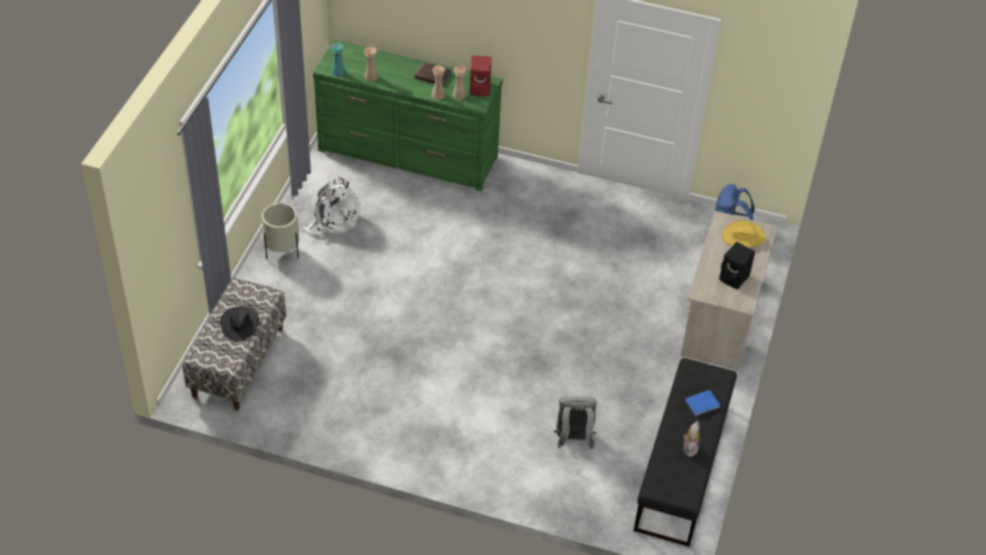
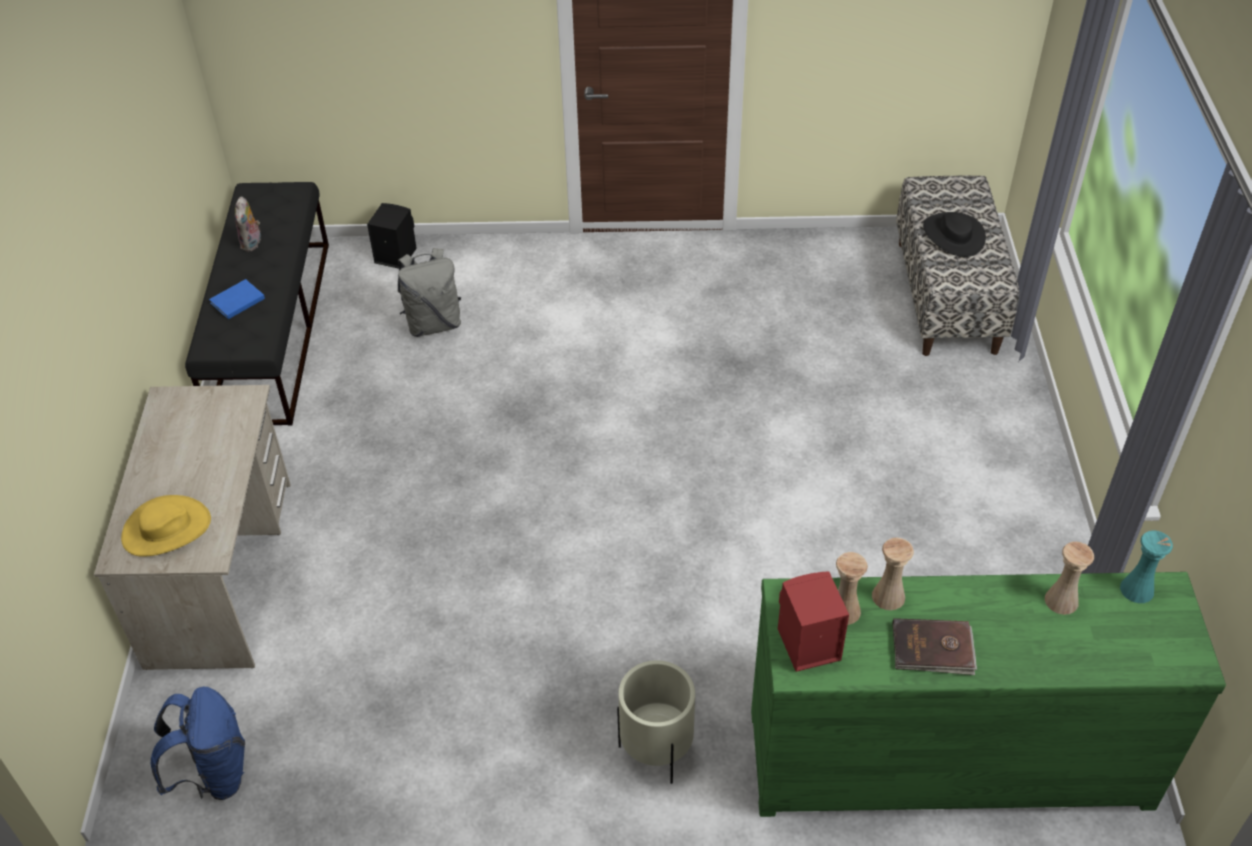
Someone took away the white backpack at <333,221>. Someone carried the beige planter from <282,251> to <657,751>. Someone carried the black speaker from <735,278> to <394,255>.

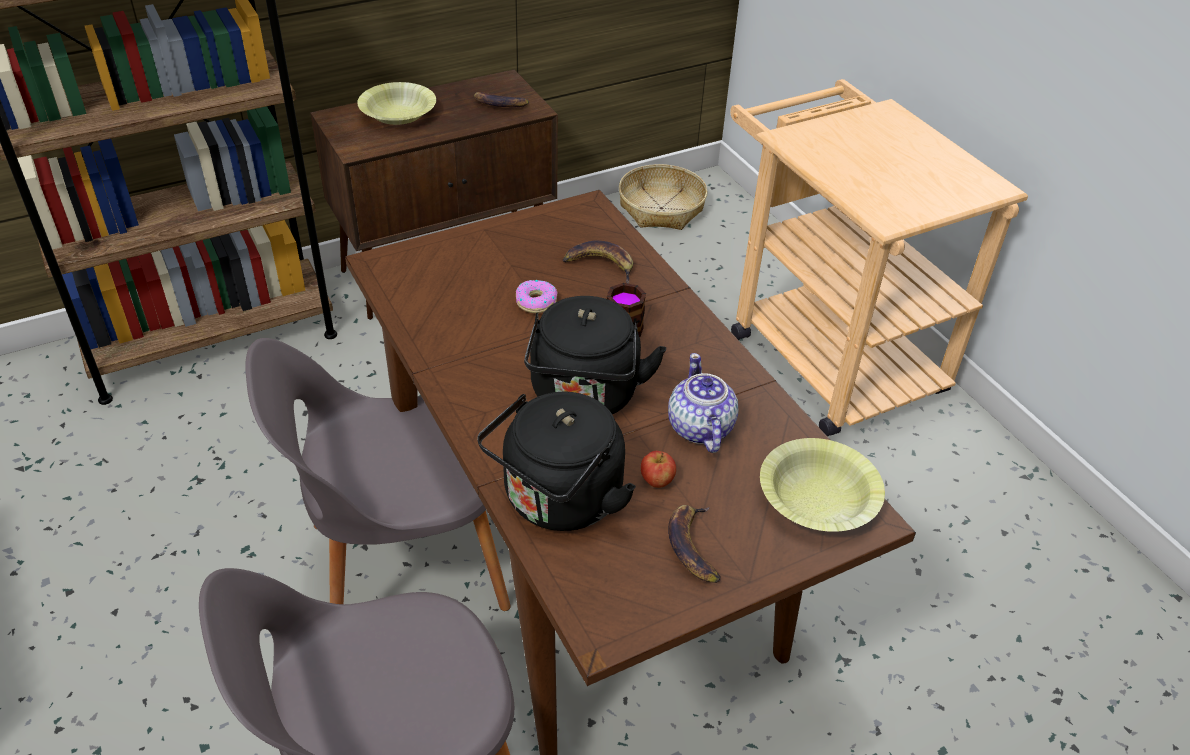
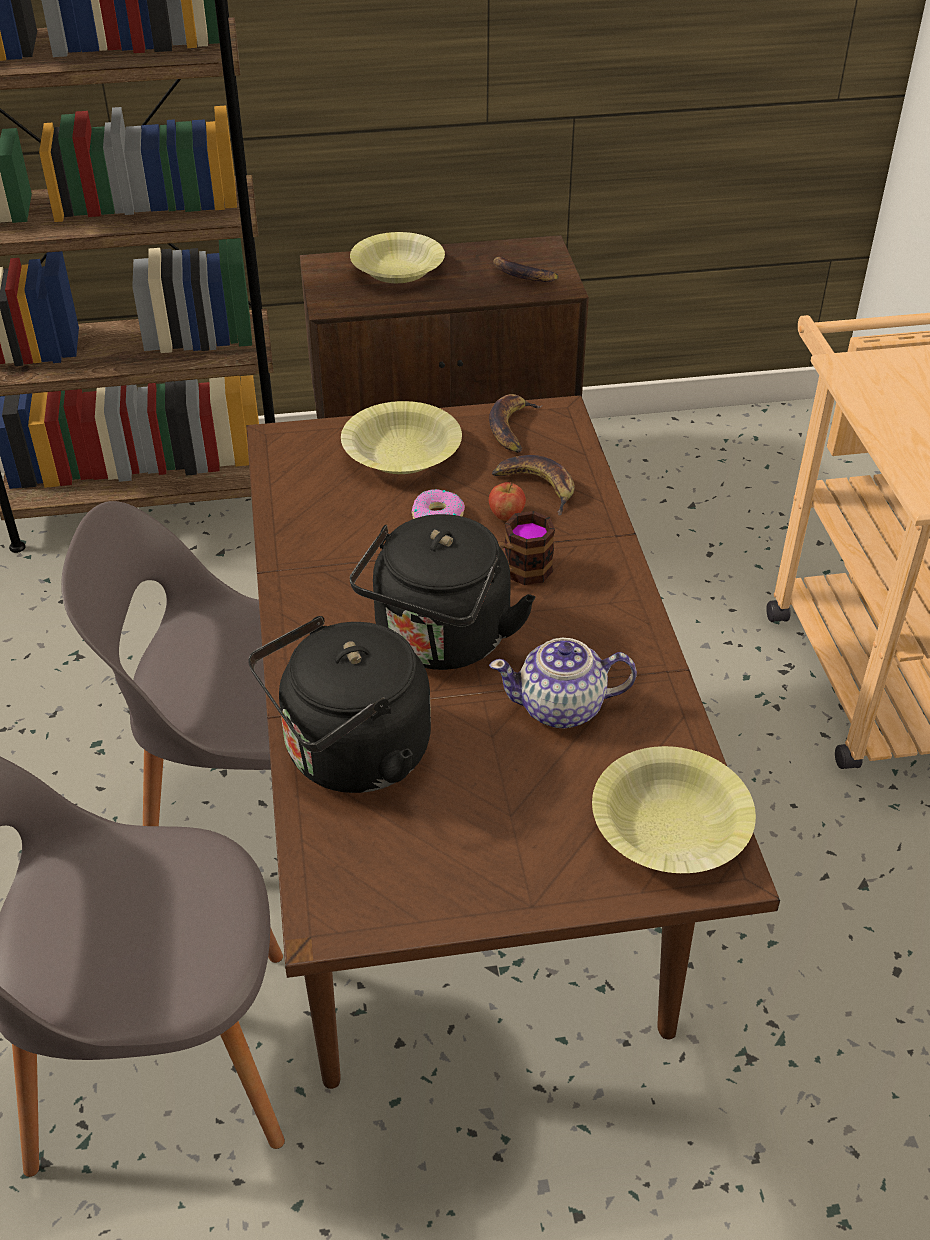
Someone took away the basket at <661,208>. Someone rotated the teapot at <699,428> by 105 degrees counterclockwise. Someone carried the apple from <656,481> to <506,515>. Someone carried the banana from <692,546> to <512,428>. Someone put down the yellow bowl at <401,454>.

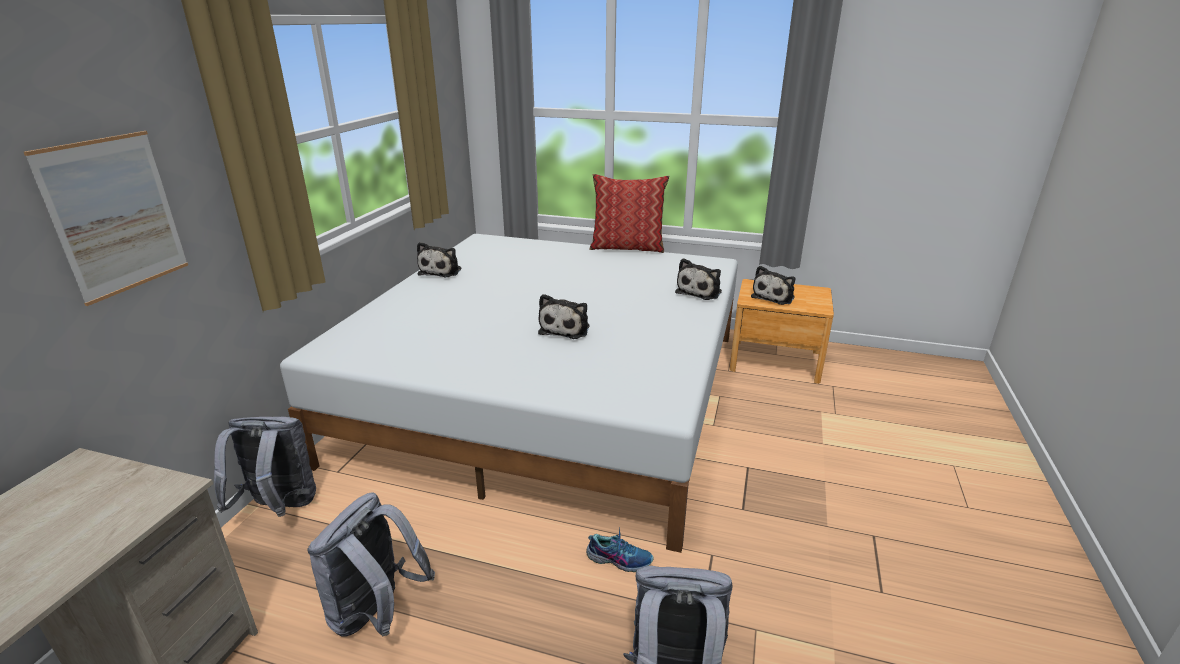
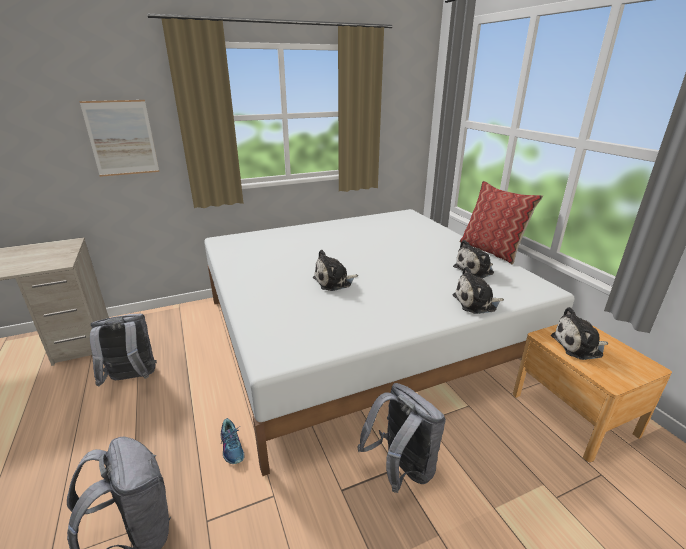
Someone carried the plush toy from <441,271> to <475,270>. Someone carried the grey backpack from <279,508> to <401,469>.

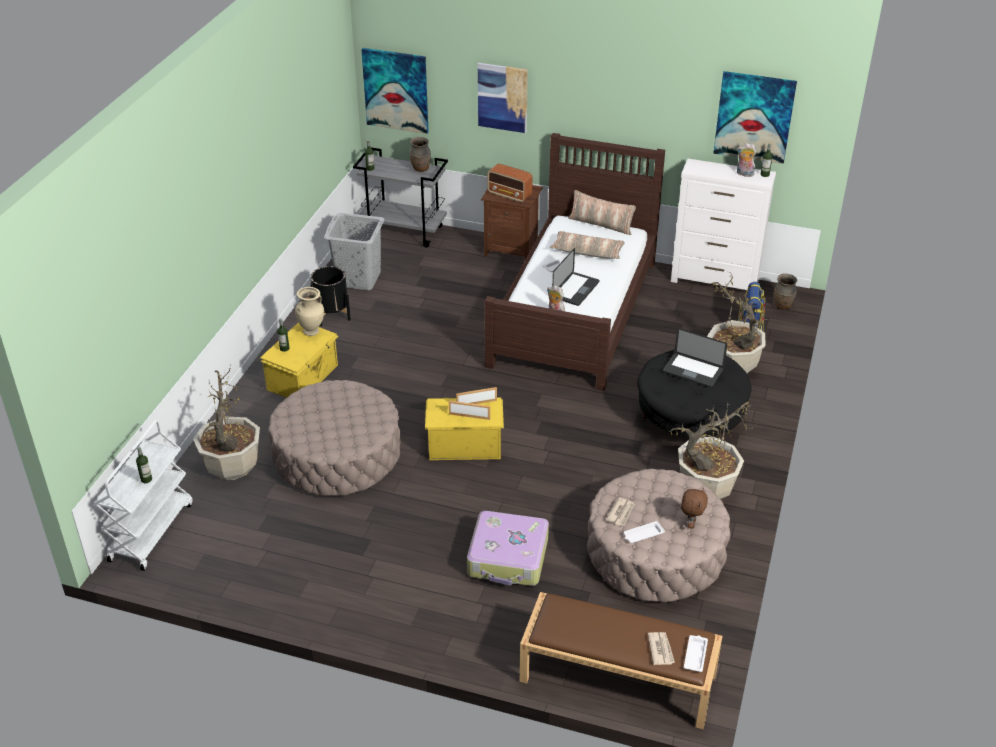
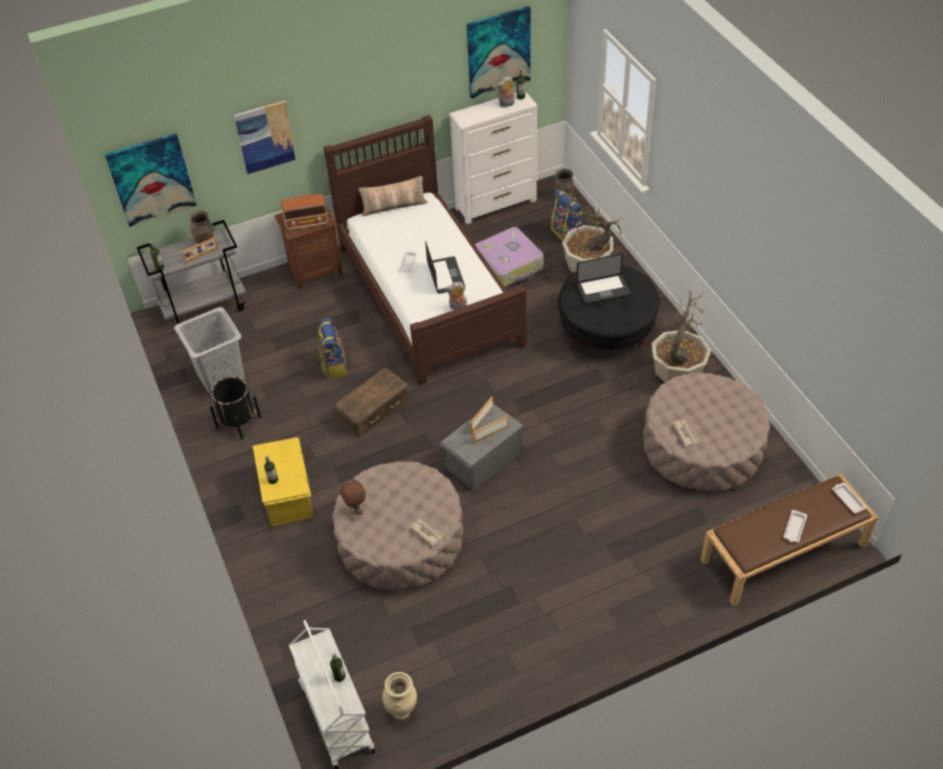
Someone took away the pillow at <587,251>. Someone carried the beige vase from <311,332> to <402,711>. Someone took away the potted plant at <232,466>. Someone repainted the yellow storage box at <464,444>, which became the grey storage box at <482,459>. Someone carried the brown plush toy from <691,524> to <355,509>. Someone carried the suitcase from <508,558> to <508,265>. Someone carried the white tray from <643,534> to <794,528>. Someone carried the newspaper from <660,649> to <426,532>. Someone put down the picture frame at <201,255>. Someone put down the backpack at <333,365>. Someone put down the brown storage box at <373,409>.

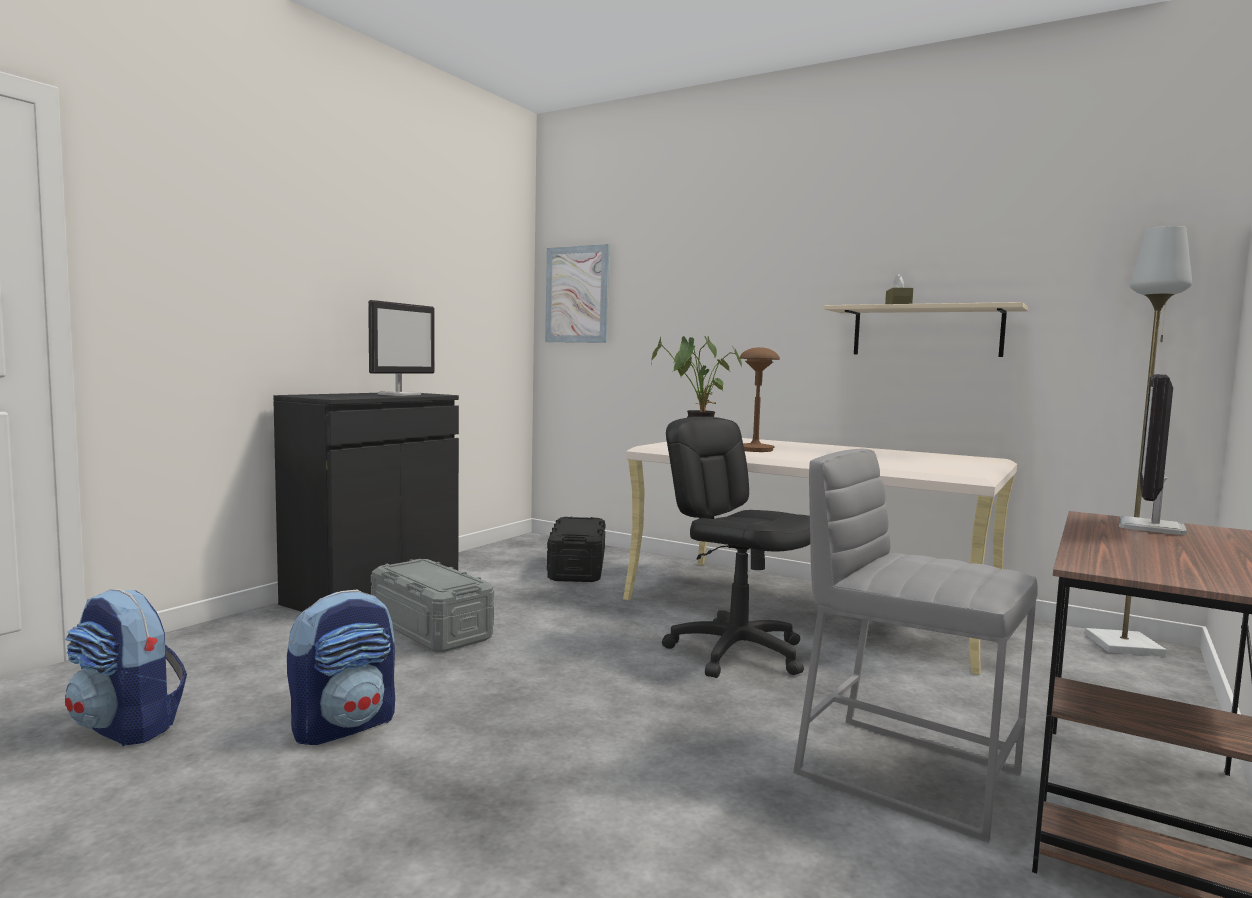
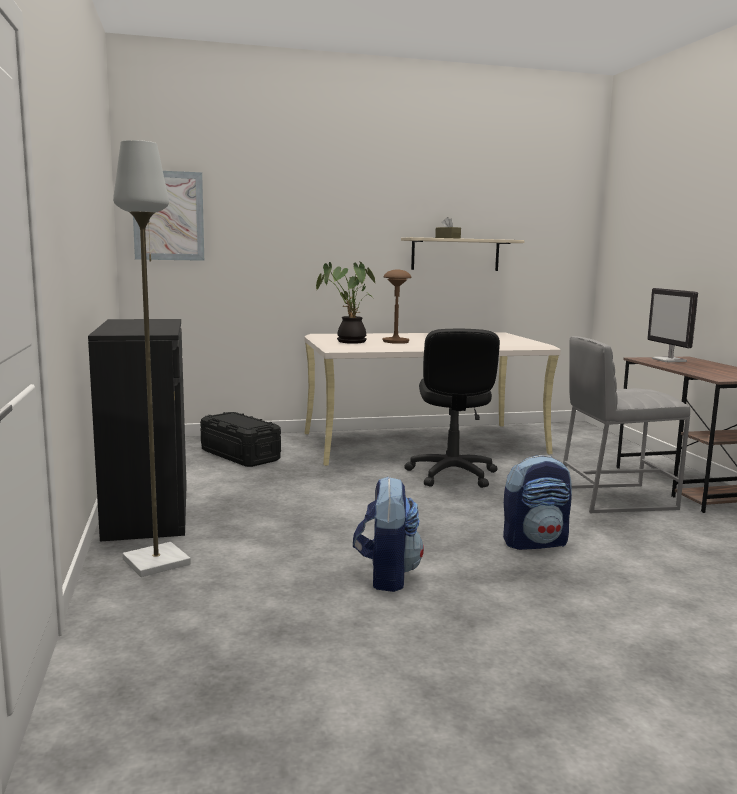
Someone carried the grey floor lamp from <1124,644> to <156,561>. Someone took away the monitor at <400,395>. Someone rotated the black office chair at <737,652> by 90 degrees counterclockwise. Someone took away the grey storage box at <431,628>. Someone carried the backpack from <127,727> to <535,542>.

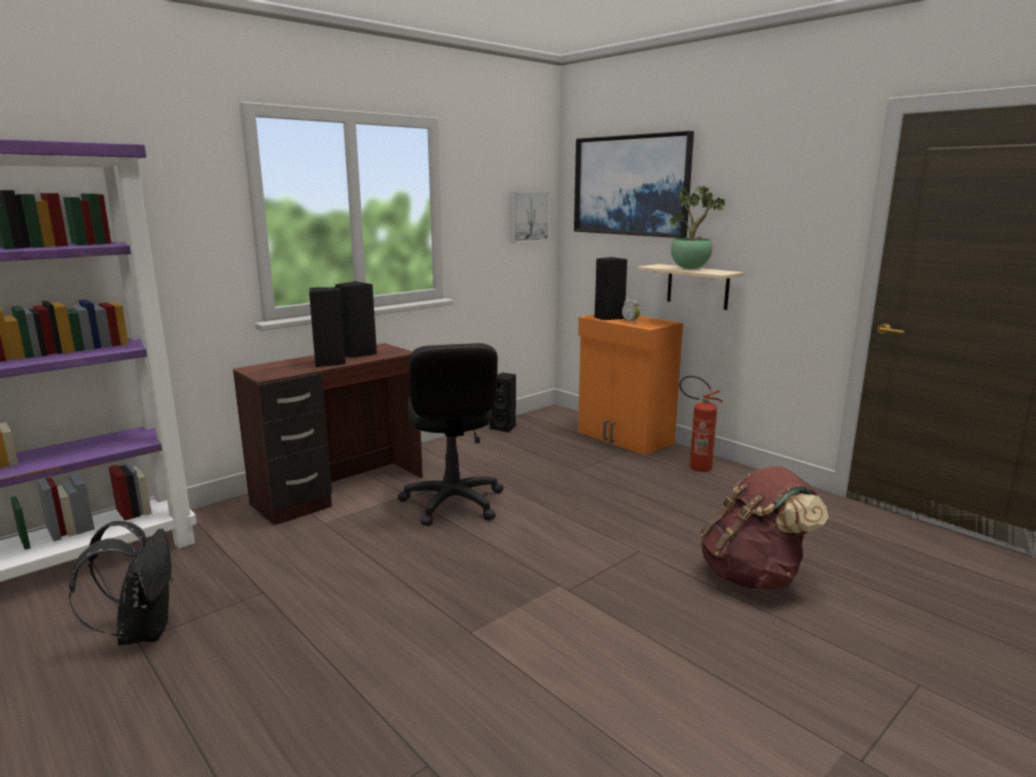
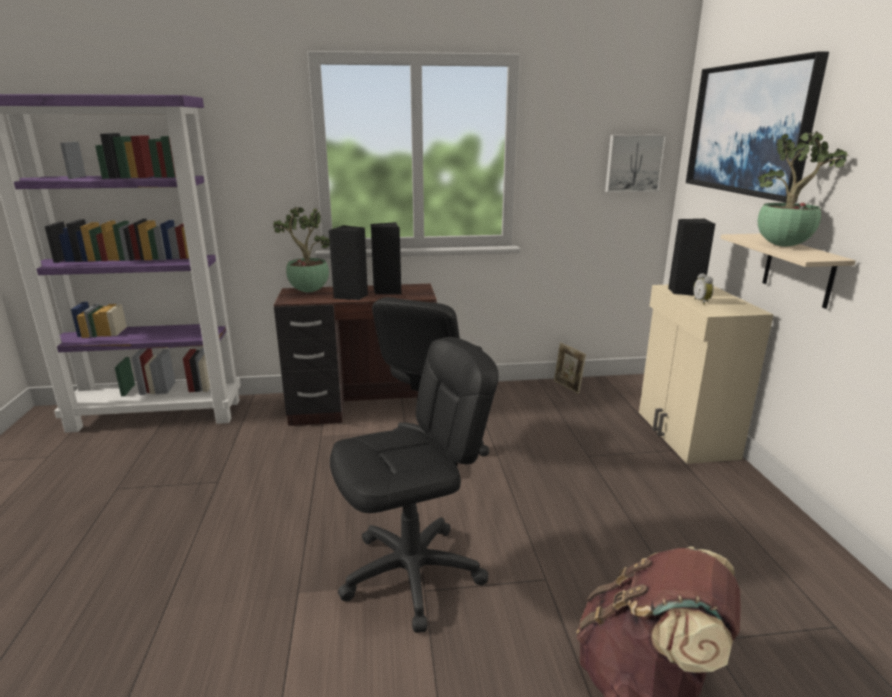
Someone repainted the orange cabinet at <624,438>, which became the beige cabinet at <685,434>. Someone swapped the black speaker at <504,428> for the picture frame at <567,387>. Someone took away the fire extinguisher at <694,467>. Someone took away the black backpack at <142,631>. Someone put down the potted plant at <308,291>. Someone put down the black office chair at <412,574>.

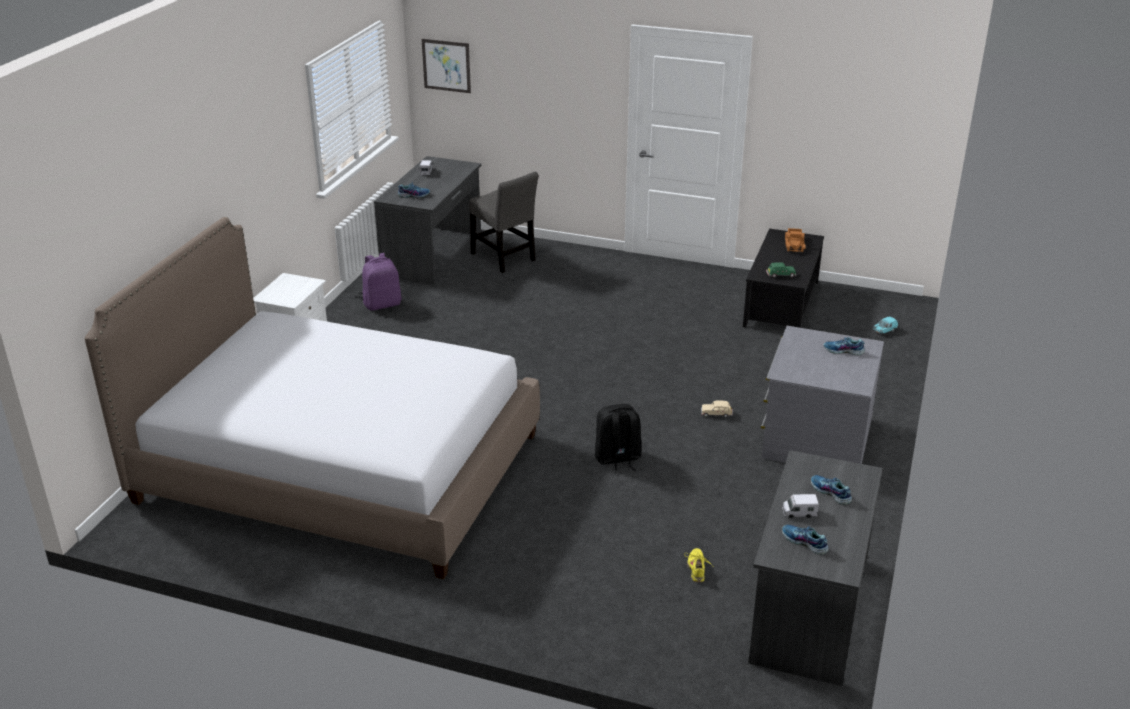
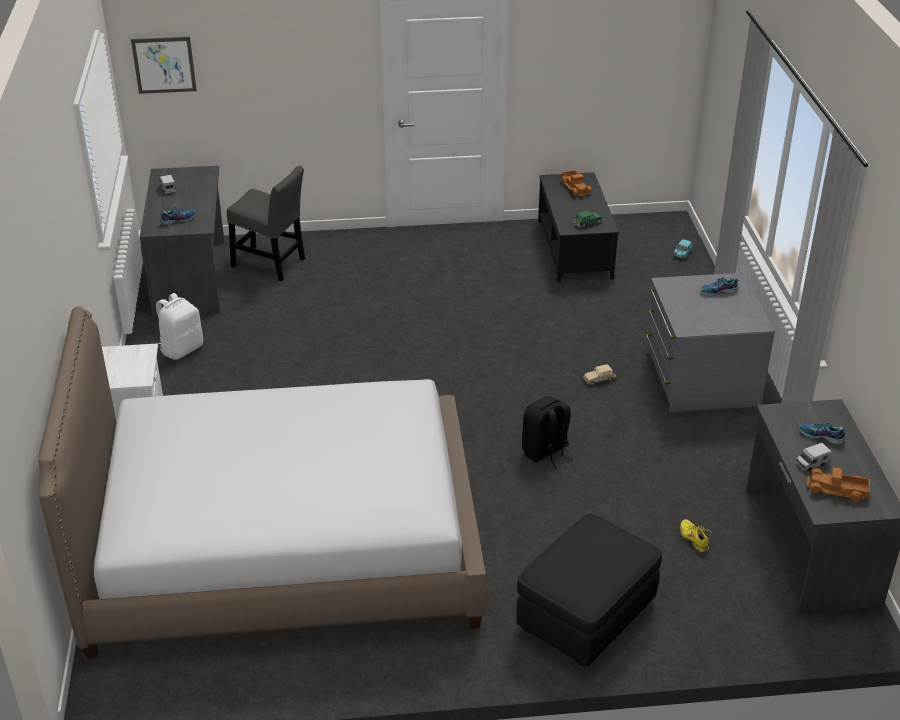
Someone repainted the purple backpack at <382,304>, which became the white backpack at <182,349>. Someone swapped the shoe at <804,543> for the toy truck at <837,490>. Someone put down the black ottoman at <585,615>.

